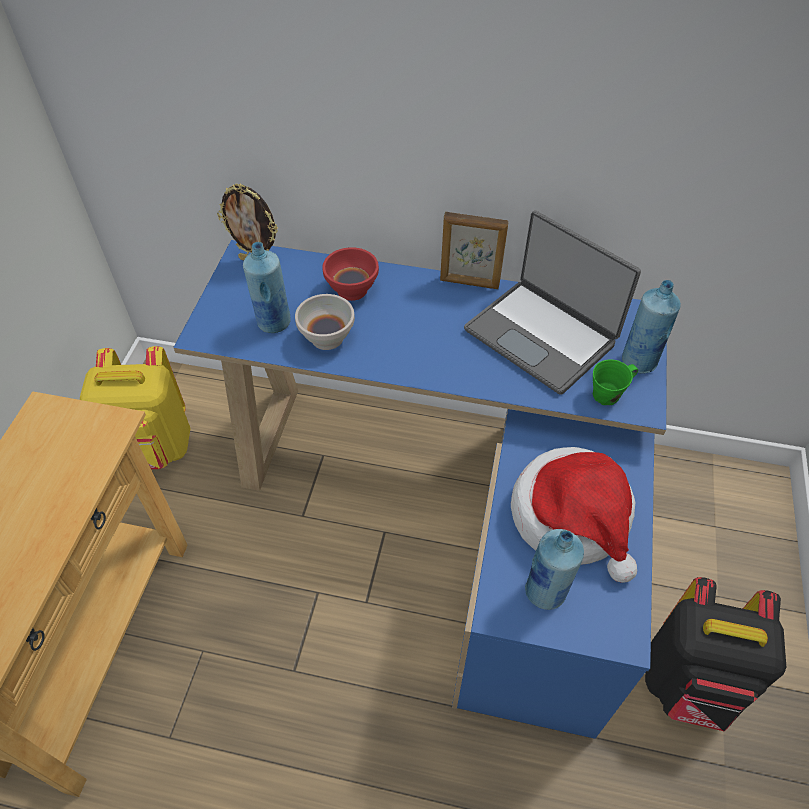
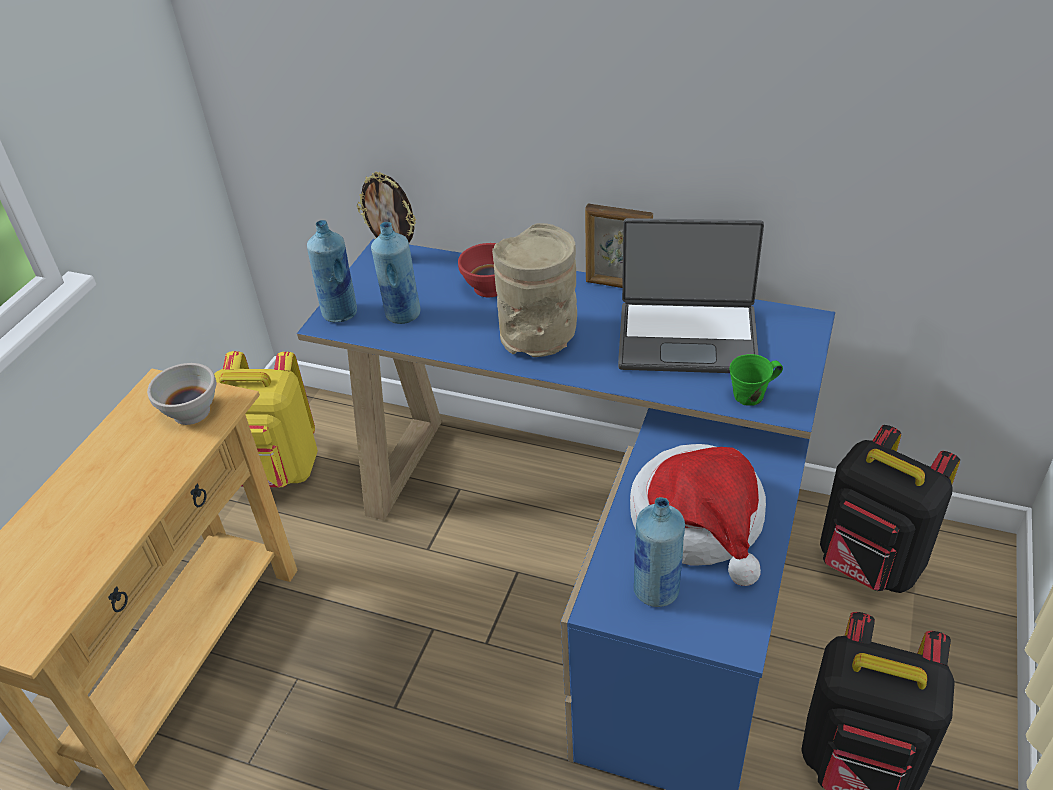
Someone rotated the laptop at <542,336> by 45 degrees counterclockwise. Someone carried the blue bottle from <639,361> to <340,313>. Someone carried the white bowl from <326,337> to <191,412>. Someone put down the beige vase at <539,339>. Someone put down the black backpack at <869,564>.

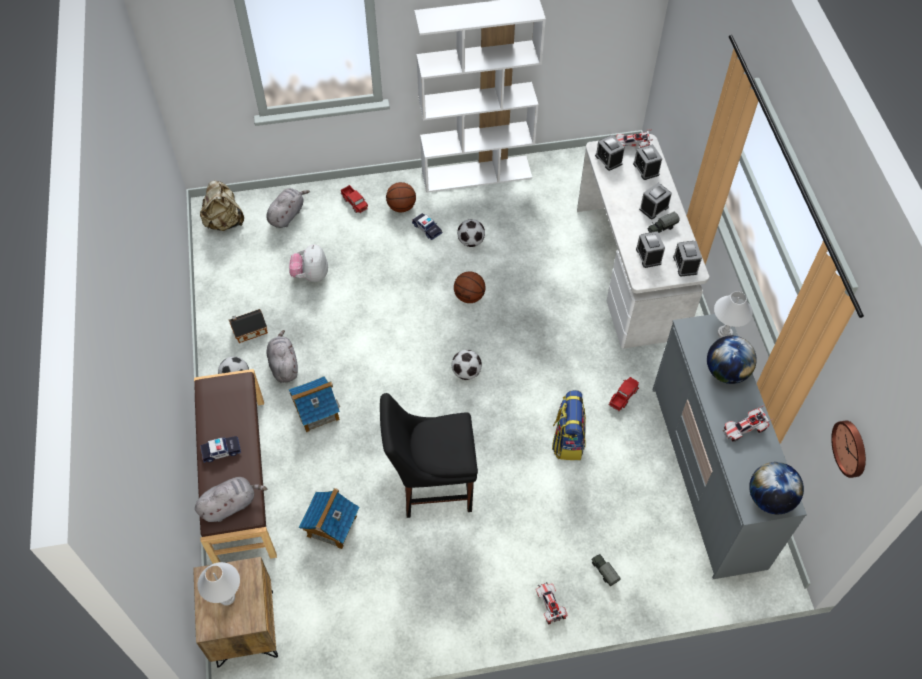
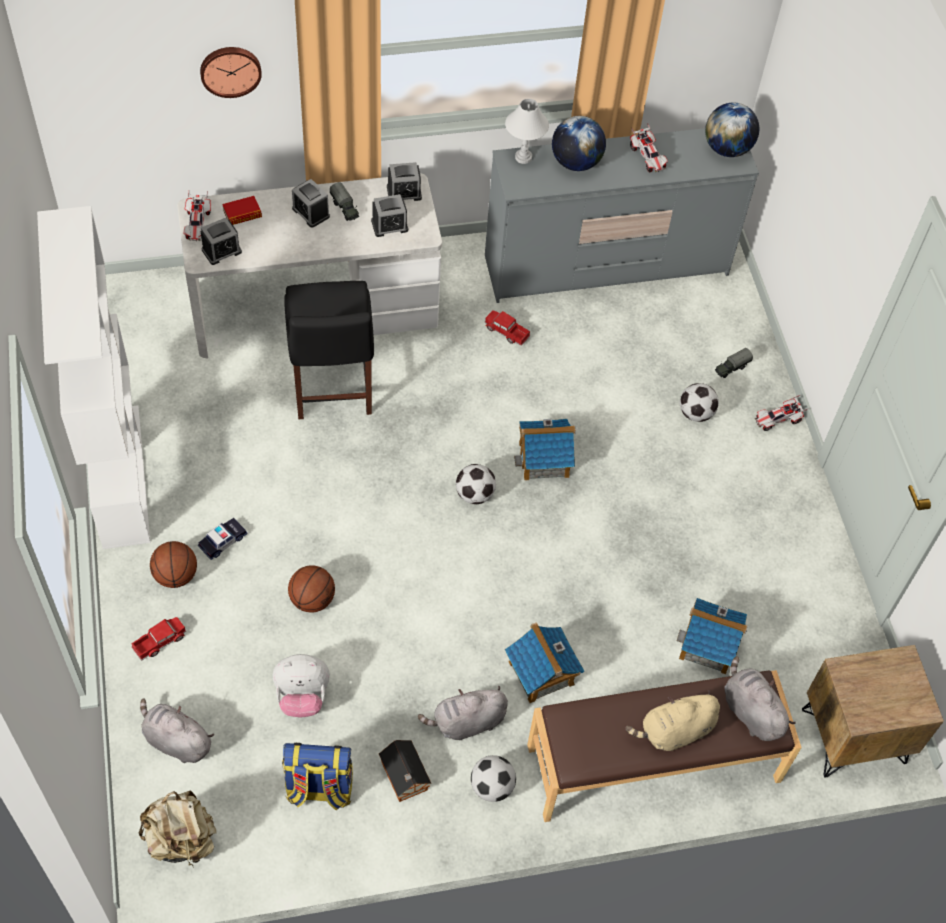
Someone swapped the alarm clock at <646,169> for the book at <242,214>. Someone carried the football from <471,241> to <695,413>. Someone carried the basketball from <469,296> to <312,599>. Someone carried the backpack from <567,440> to <319,789>. Someone carried the black chair from <431,486> to <332,390>. Someone carried the wall clock from <851,448> to <230,70>. Someone swapped the toy car at <221,451> for the beige plush toy at <674,731>. Someone took away the white table lamp at <226,597>. Someone put down the toy house at <544,460>.

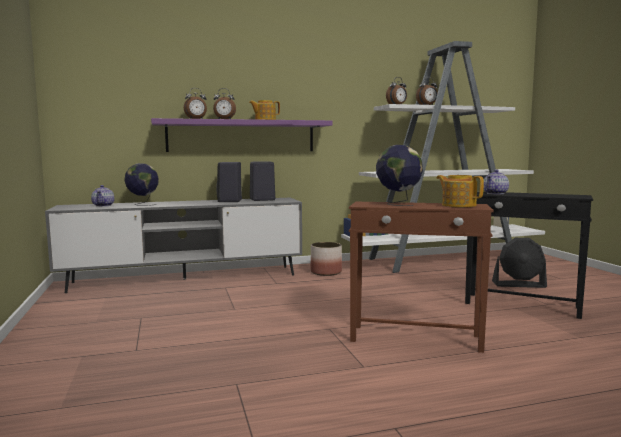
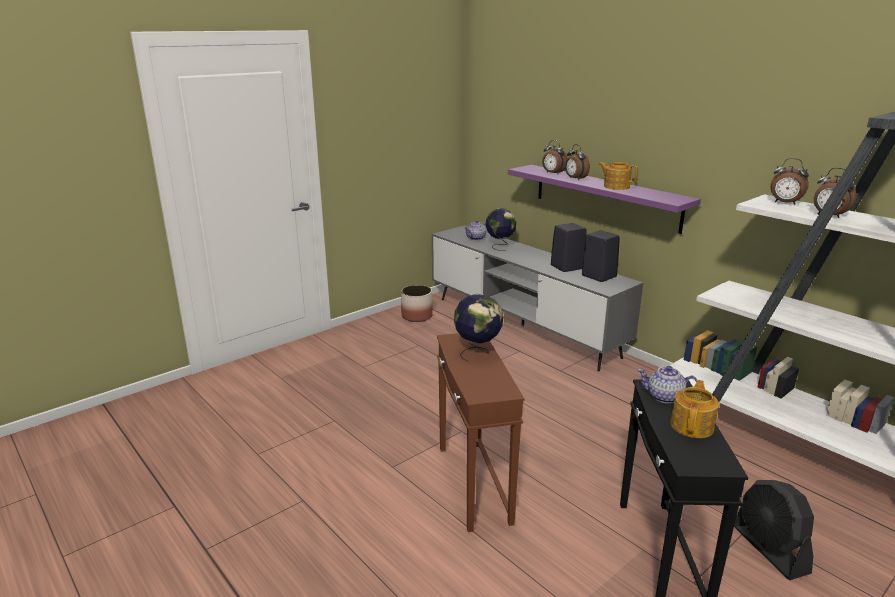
Someone carried the teapot from <458,205> to <692,426>. Someone carried the planter from <326,272> to <417,316>.

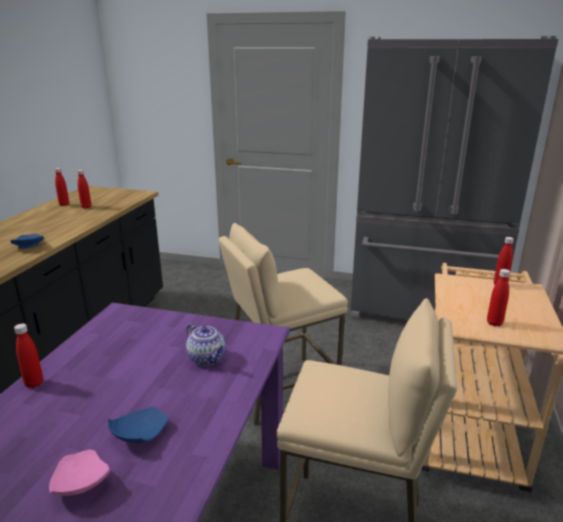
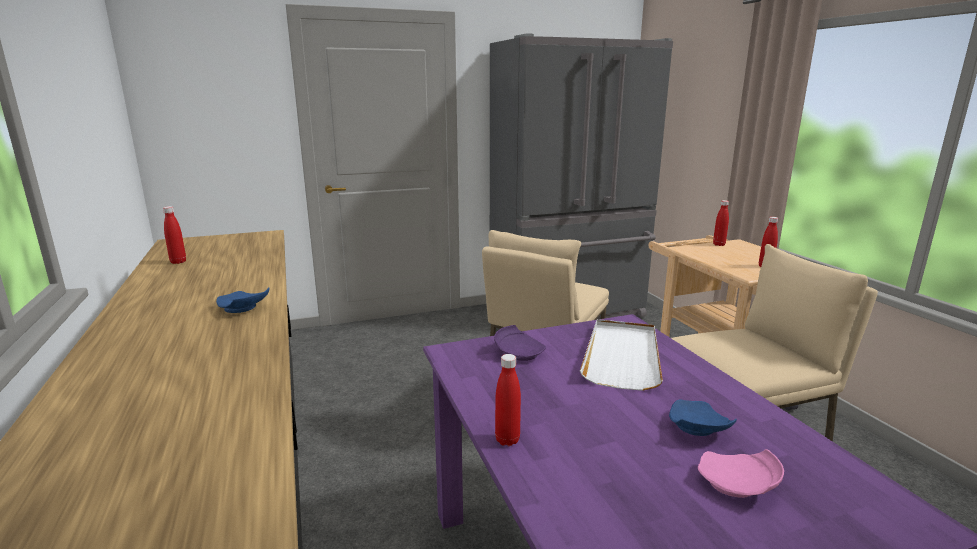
Someone took away the red bottle at <86,207>. Someone swapped the teapot at <207,358> for the white tray at <622,356>. Someone put down the purple plate at <519,353>.

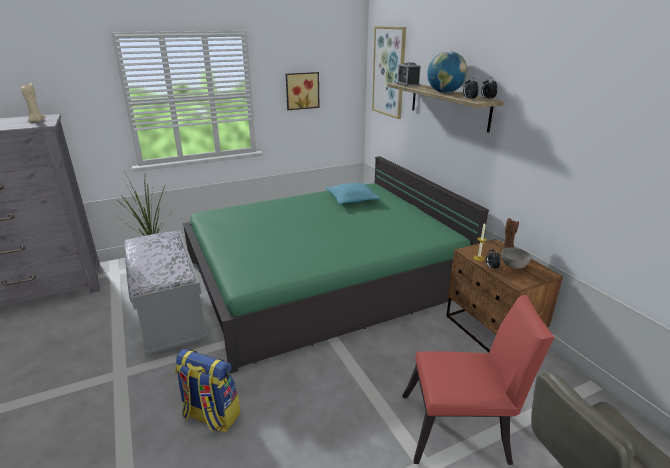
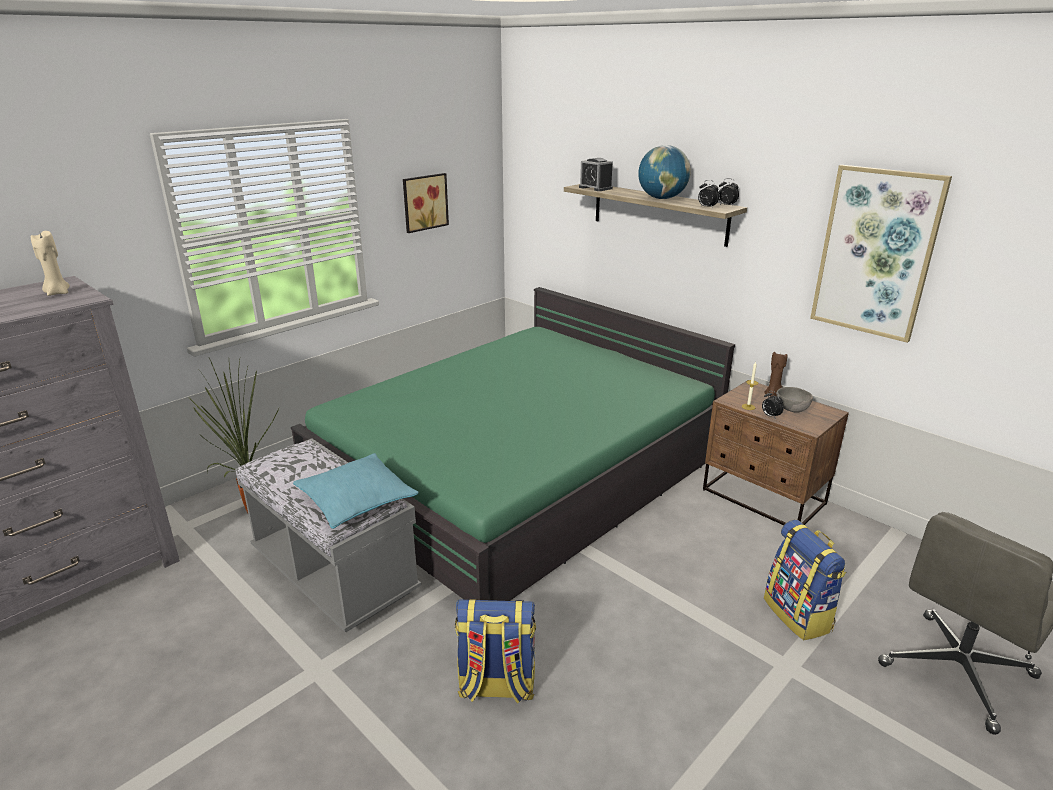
Someone carried the picture from <389,72> to <876,253>. Someone carried the turquoise pillow from <352,199> to <356,500>. Someone swapped the red chair at <461,429> for the backpack at <799,615>.

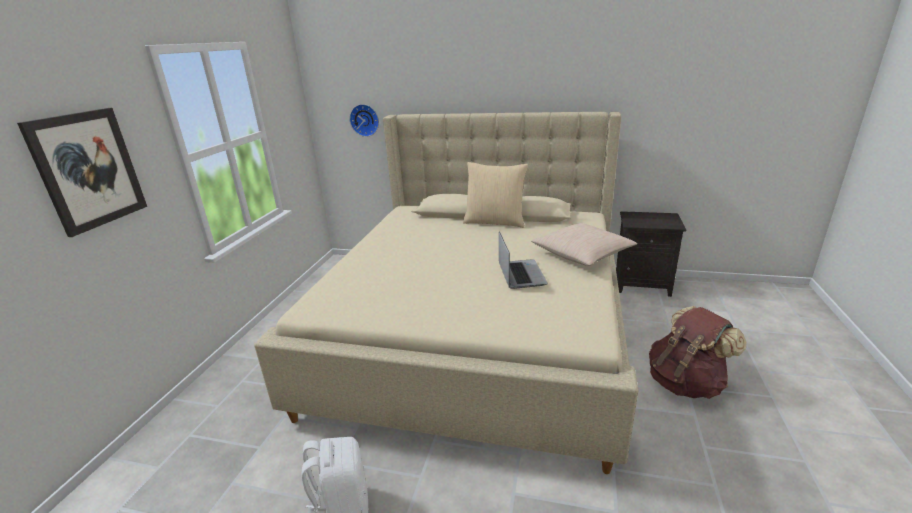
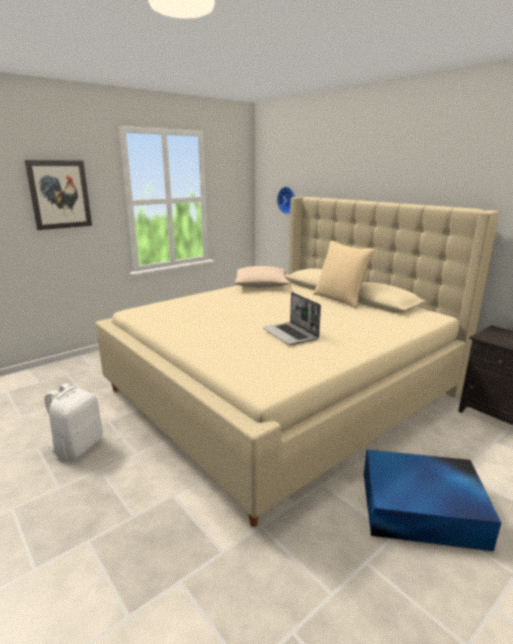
Someone carried the beige pillow from <582,254> to <261,285>. Someone rotated the laptop at <520,274> by 120 degrees clockwise. Someone swapped the brown backpack at <685,383> for the blue storage box at <423,509>.

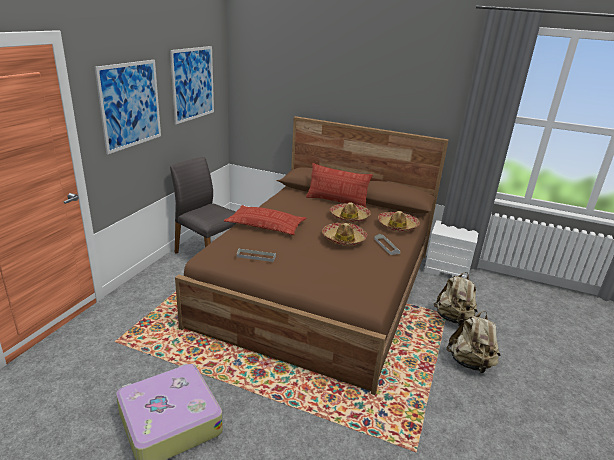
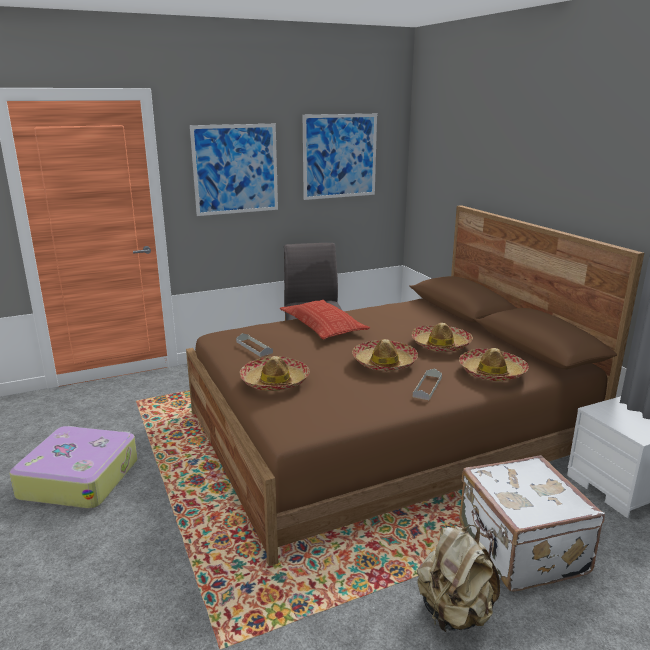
Someone took away the pillow at <337,202>. Someone swapped the beige backpack at <453,318> for the white suitcase at <520,549>. Someone put down the hat at <275,381>.

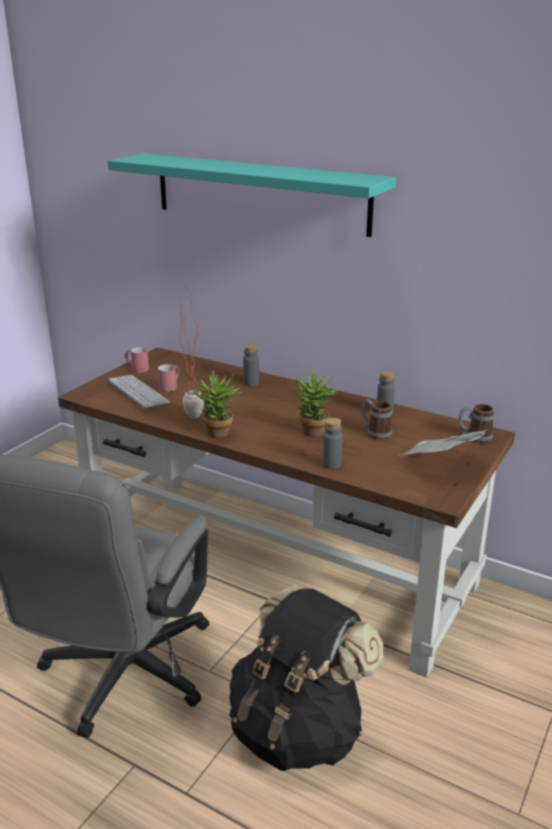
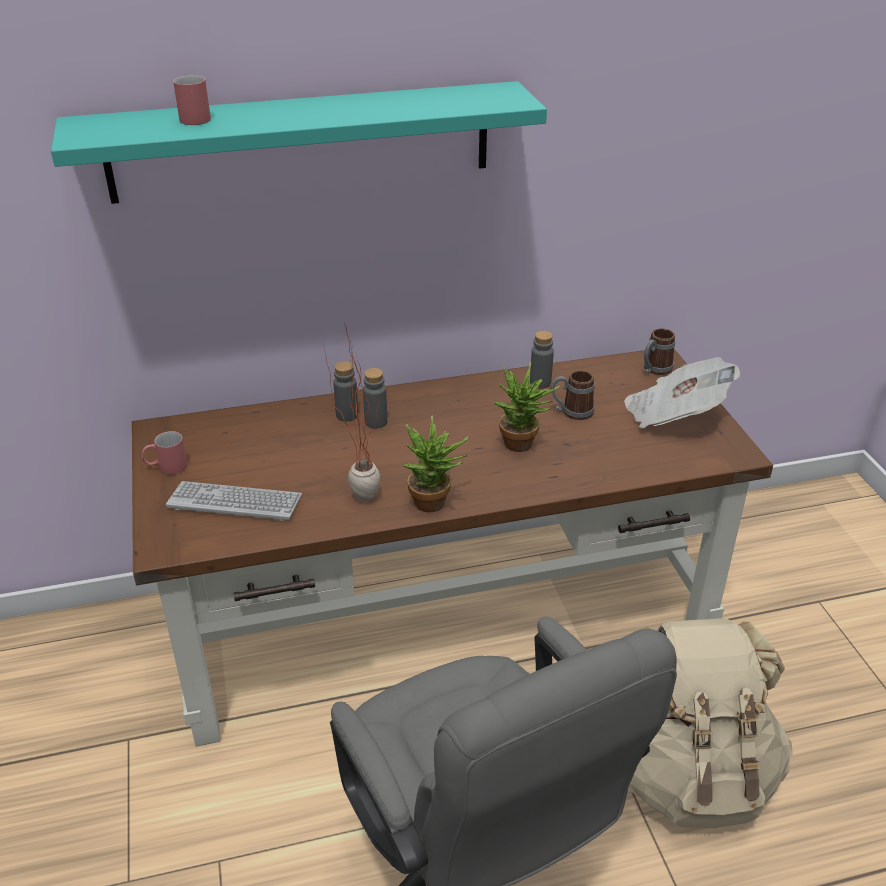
Someone carried the red mug from <170,386> to <194,117>. Someone carried the grey bottle from <331,464> to <376,422>. Someone repainted the black backpack at <298,730>, which became the beige backpack at <690,775>.

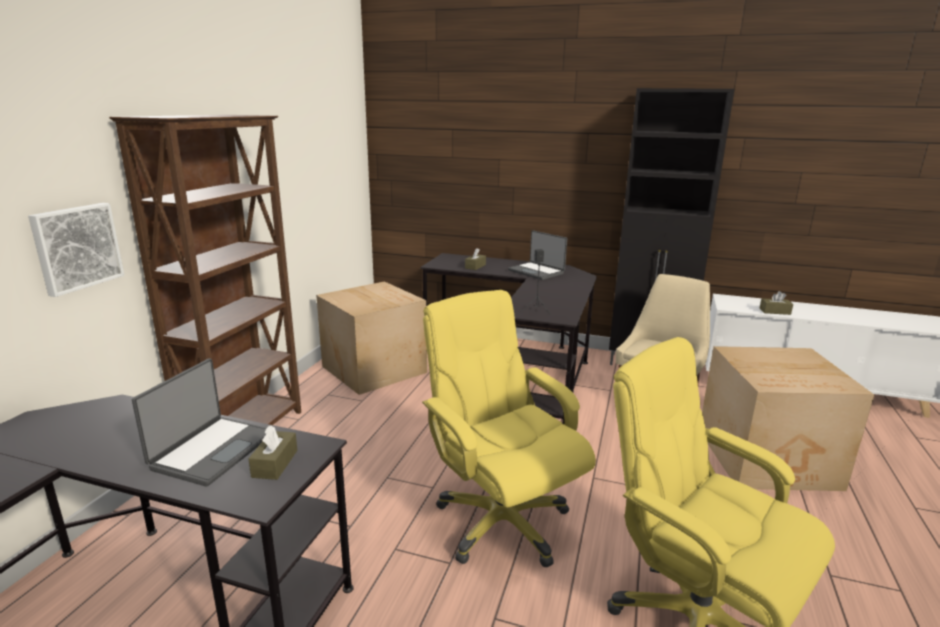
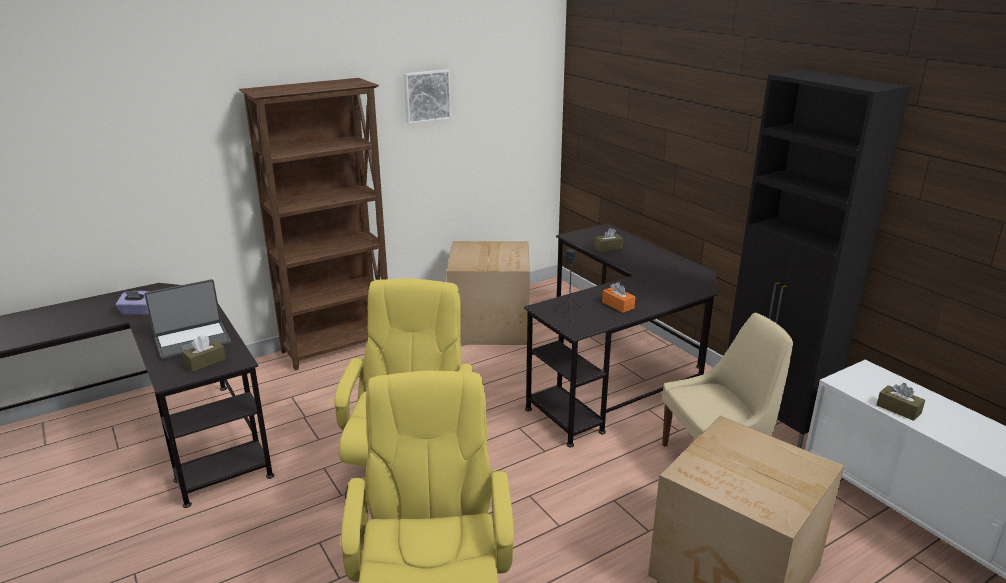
Someone carried the picture from <76,247> to <426,96>. Someone took away the laptop at <536,272>. Someone put down the orange tissue box at <618,305>. Someone put down the purple tissue box at <138,312>.

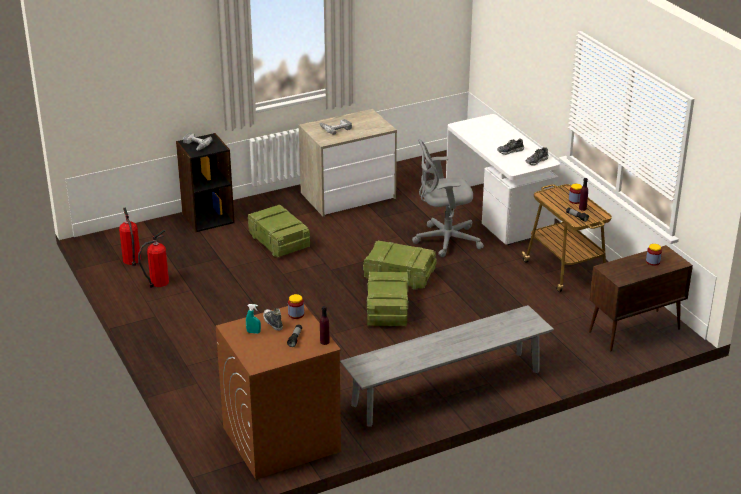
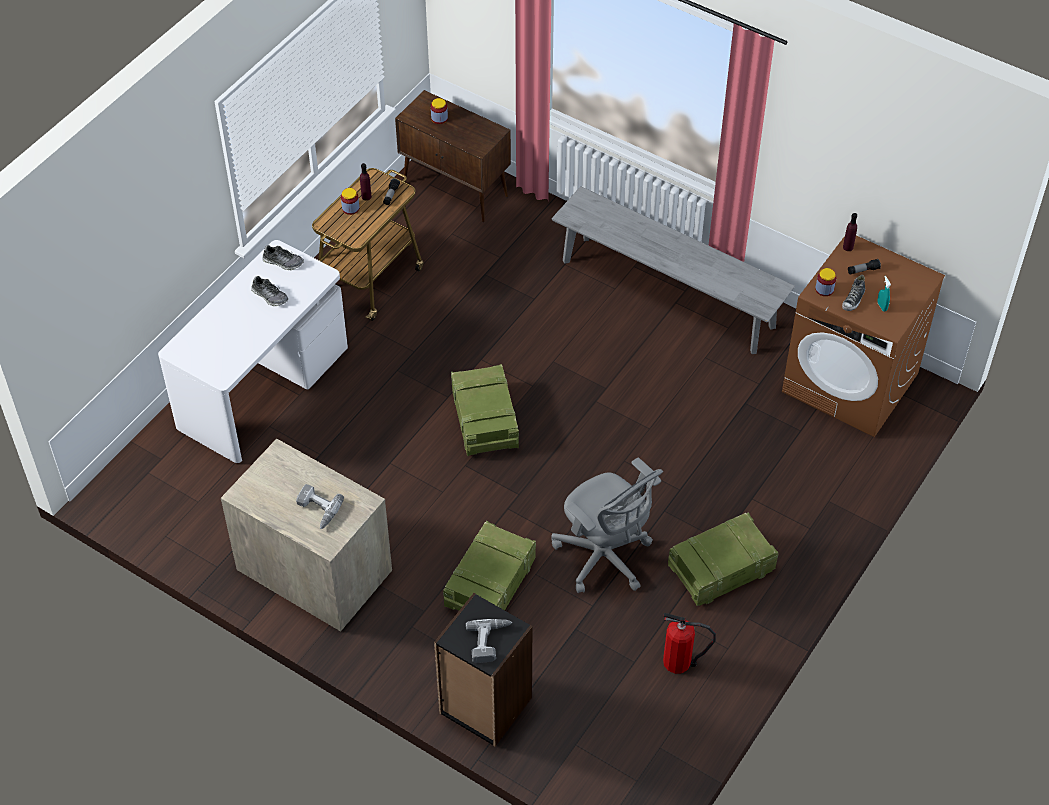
Someone carried the grey office chair from <444,240> to <605,558>. Someone took away the fire extinguisher at <132,261>. Someone carried the crate from <387,311> to <722,569>.

